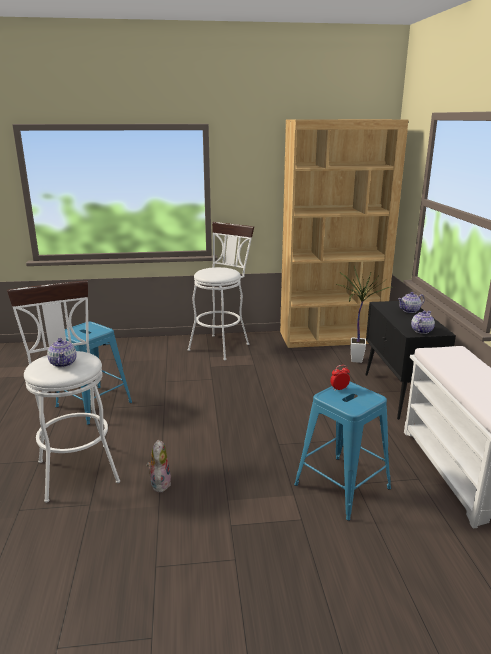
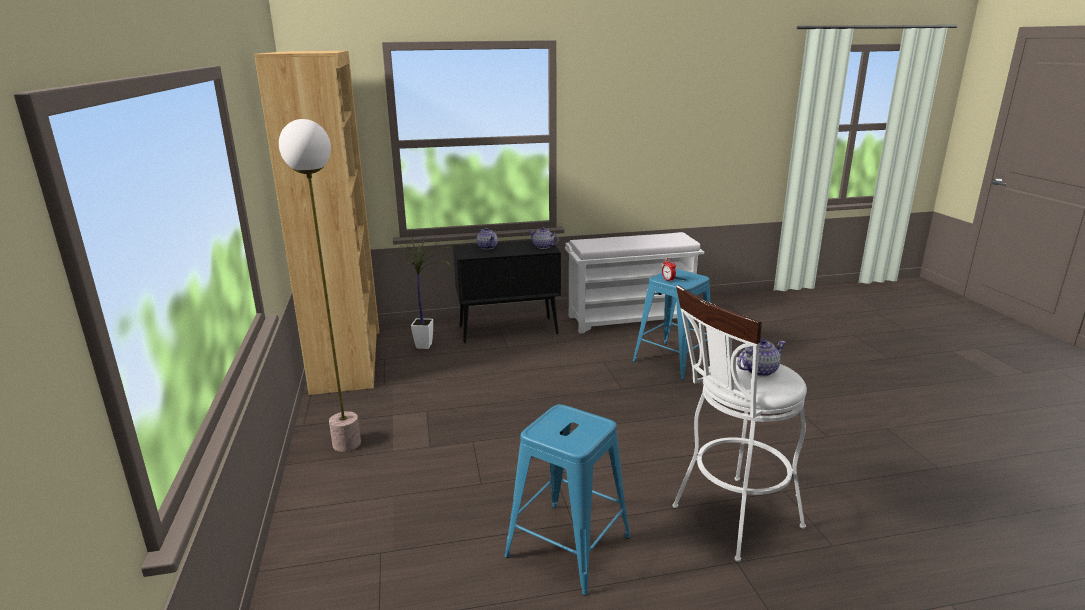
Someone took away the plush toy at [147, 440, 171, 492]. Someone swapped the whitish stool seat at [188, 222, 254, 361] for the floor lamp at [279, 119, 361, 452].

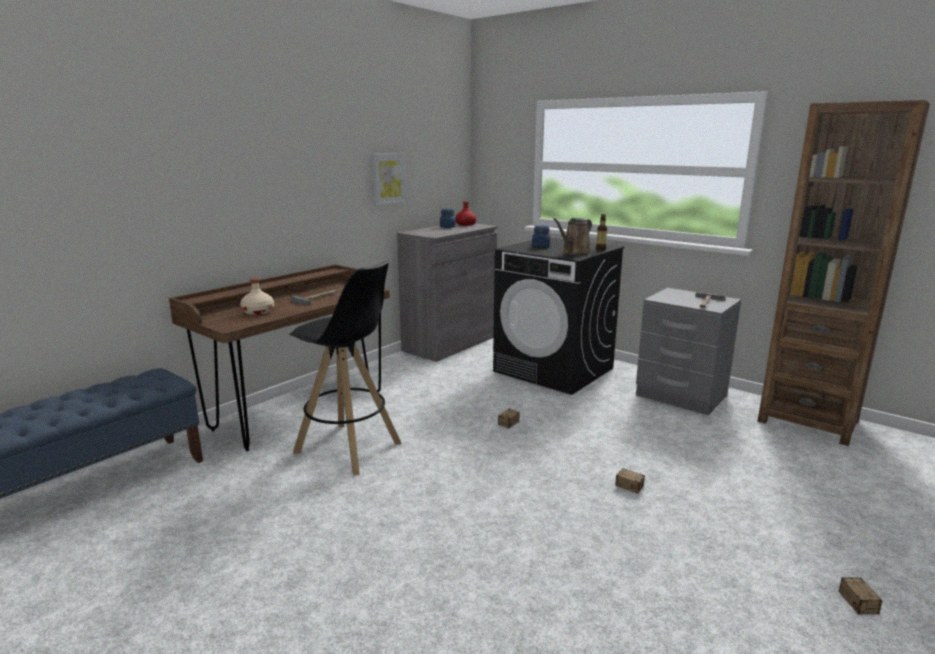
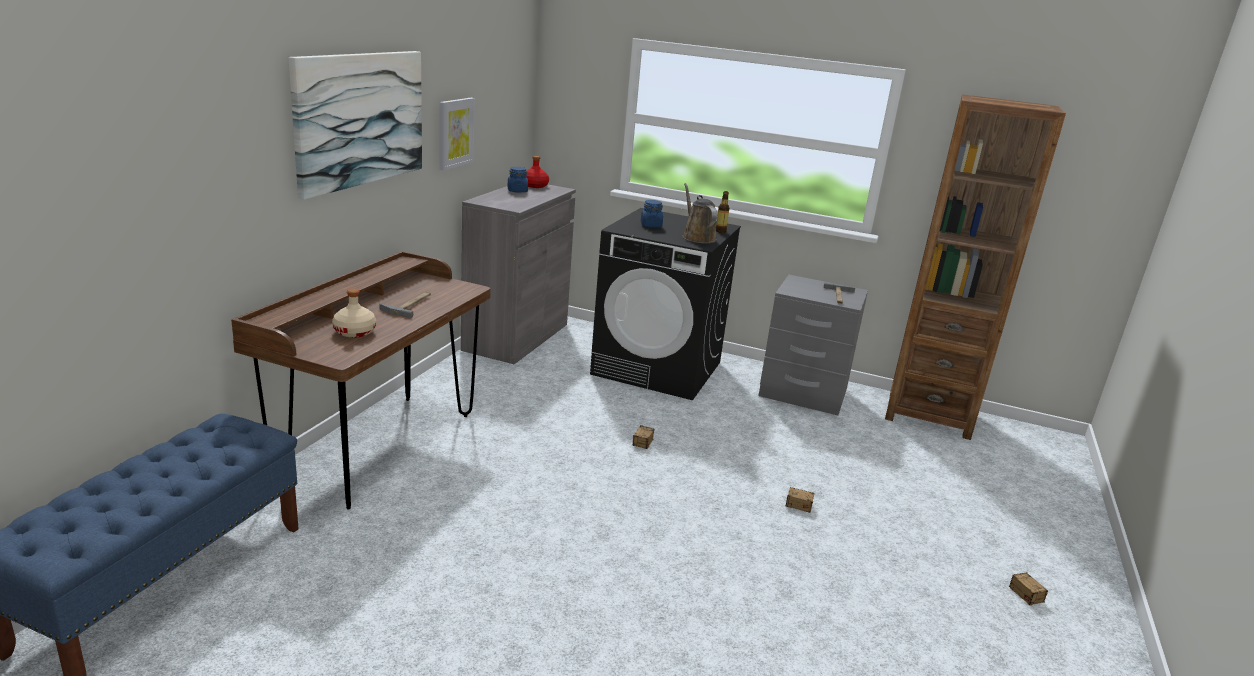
Someone took away the black stool seat at [289, 261, 402, 475]. Someone put up the wall art at [288, 51, 422, 200]. Someone rotated the brown sprinkling can at [553, 218, 592, 255] by 135 degrees clockwise.

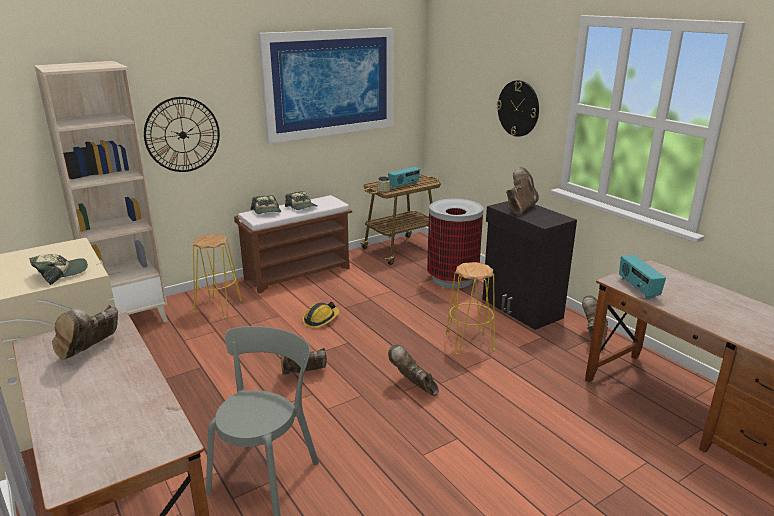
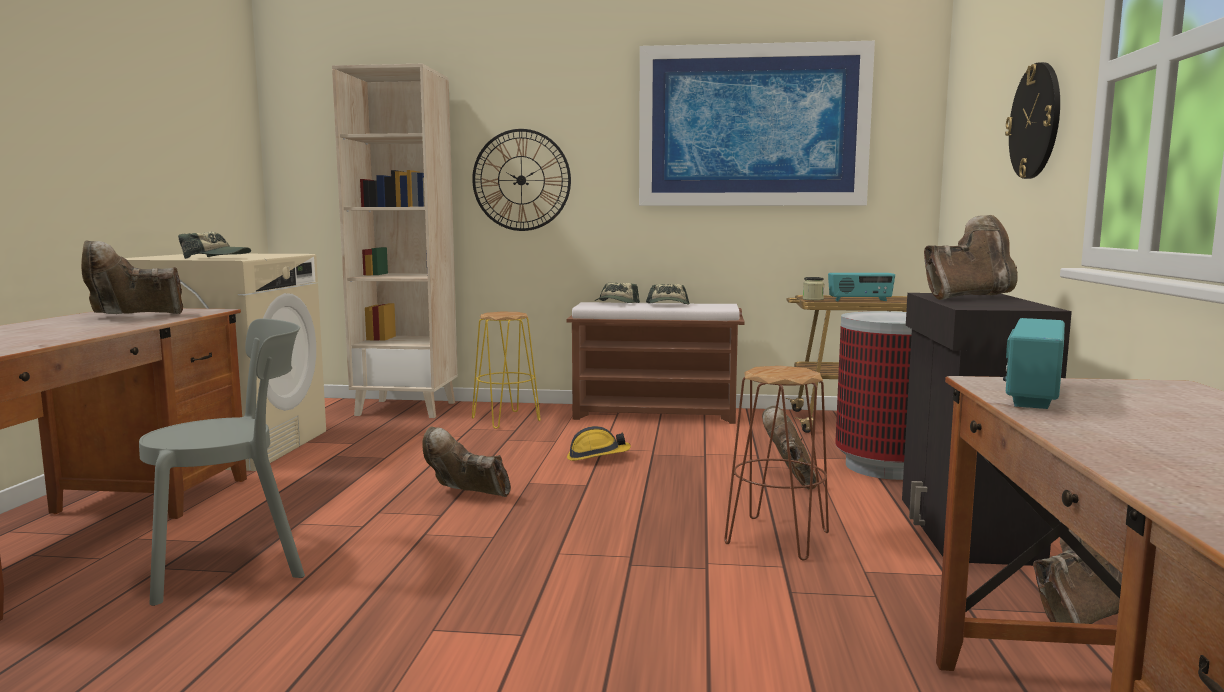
Someone carried the brown tall boot from [388, 344, 439, 396] to [762, 406, 817, 490]. Someone repainted the yellow stool seat at [446, 262, 495, 354], which became the brown stool seat at [724, 366, 829, 560].

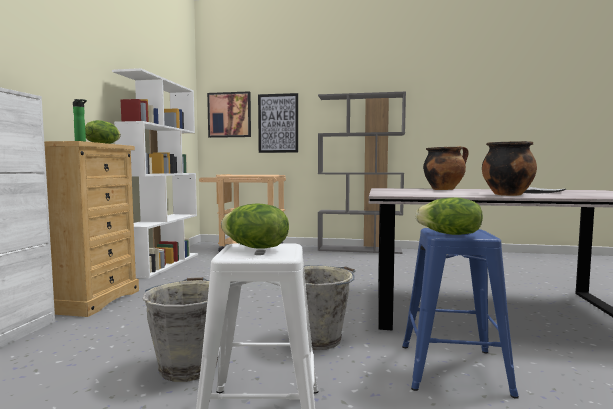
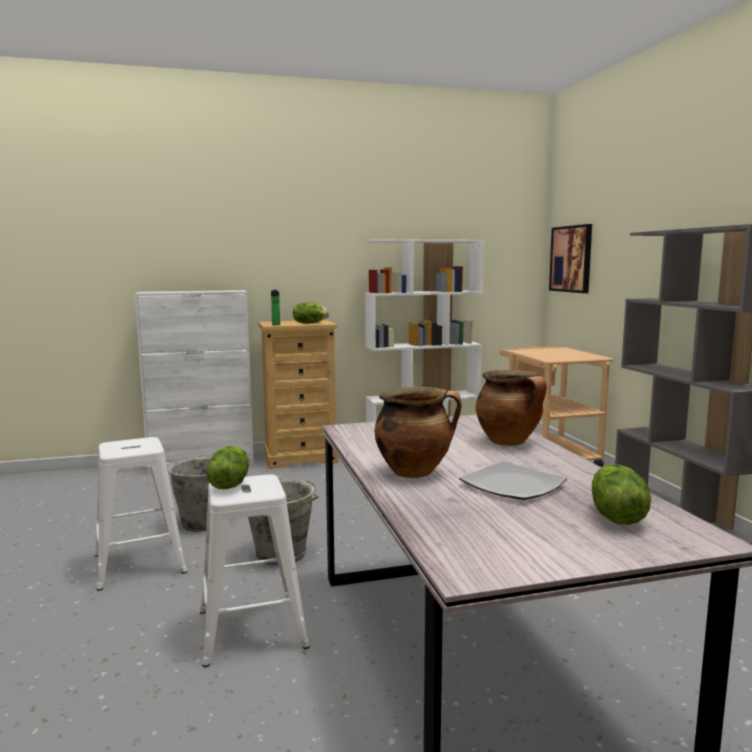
Someone took away the wall art at [258, 93, 298, 153]. Someone carried the lettuce from [221, 203, 289, 249] to [592, 464, 651, 525]. Someone repainted the blue stool seat at [402, 228, 519, 399], which became the whitish stool seat at [200, 474, 310, 667].

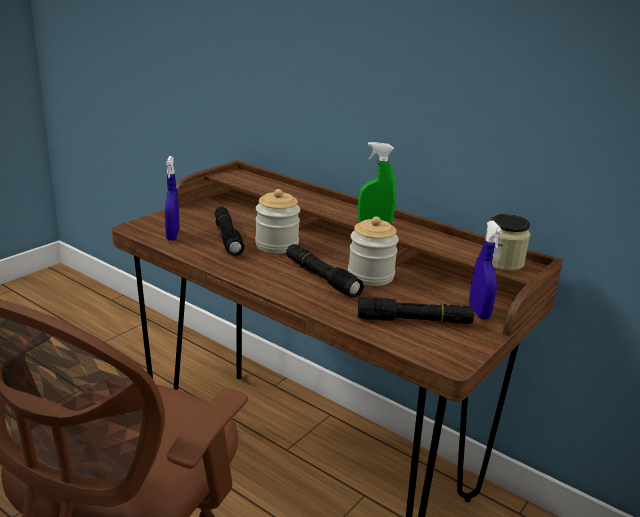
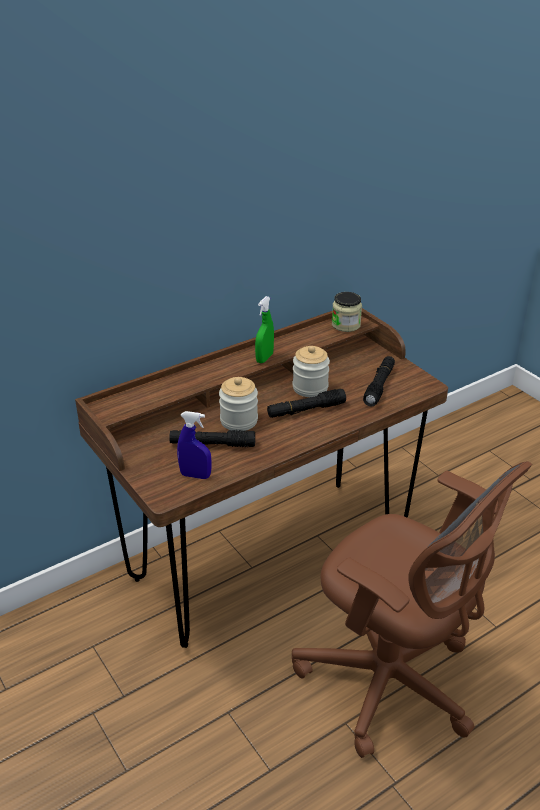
Someone took away the blue spray bottle at [469, 221, 503, 320].

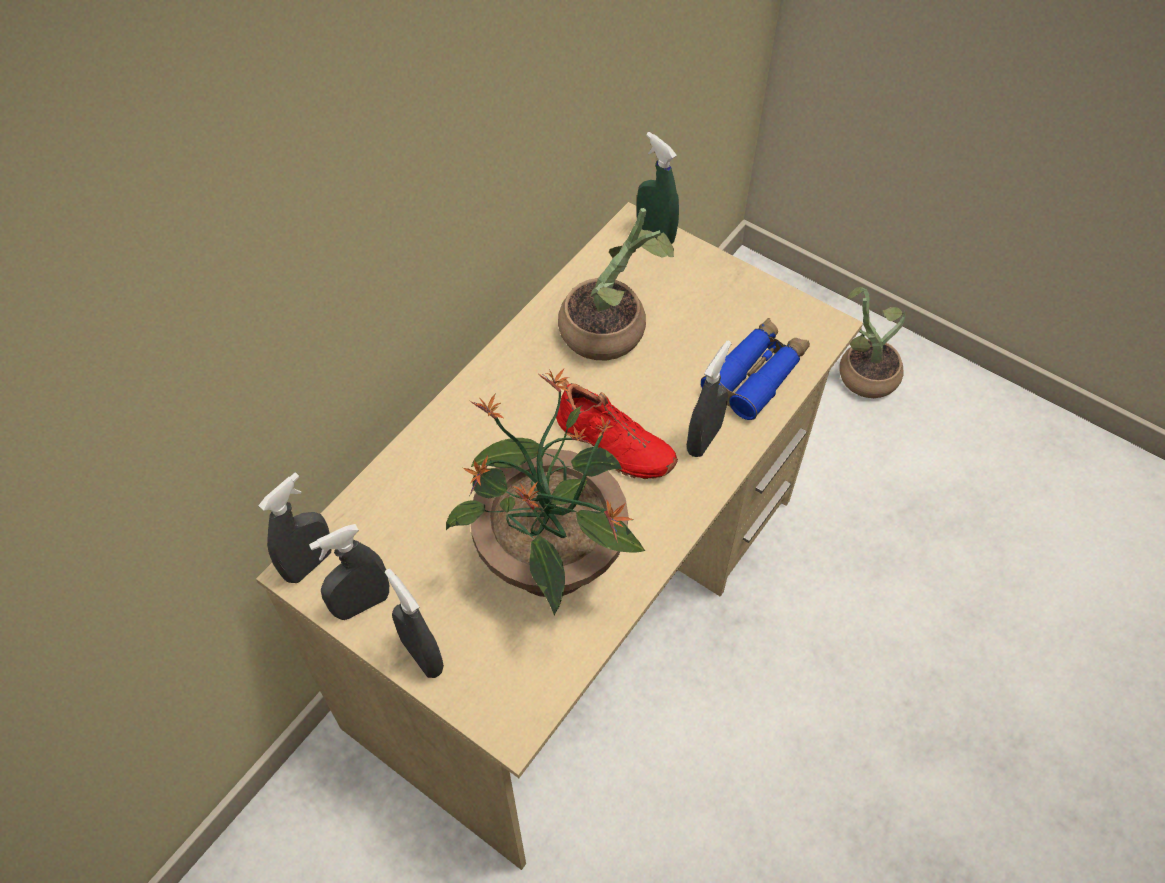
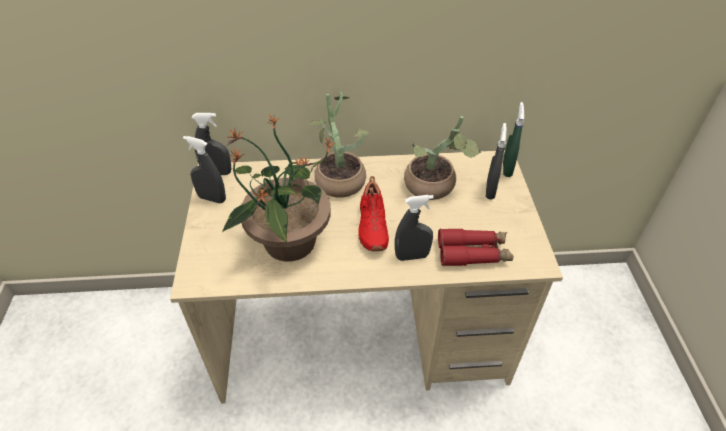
Someone carried the greyish spray bottle from [385, 569, 444, 678] to [485, 123, 507, 200]. Someone carried the plant in a pot from [840, 287, 906, 398] to [309, 92, 369, 198]. Someone repainted the blue pair of binoculars at [701, 318, 810, 420], which became the red-coloured pair of binoculars at [438, 228, 513, 267].

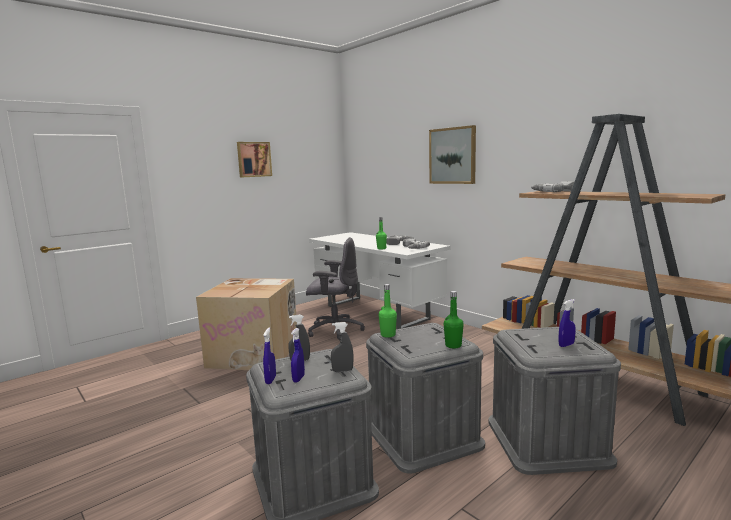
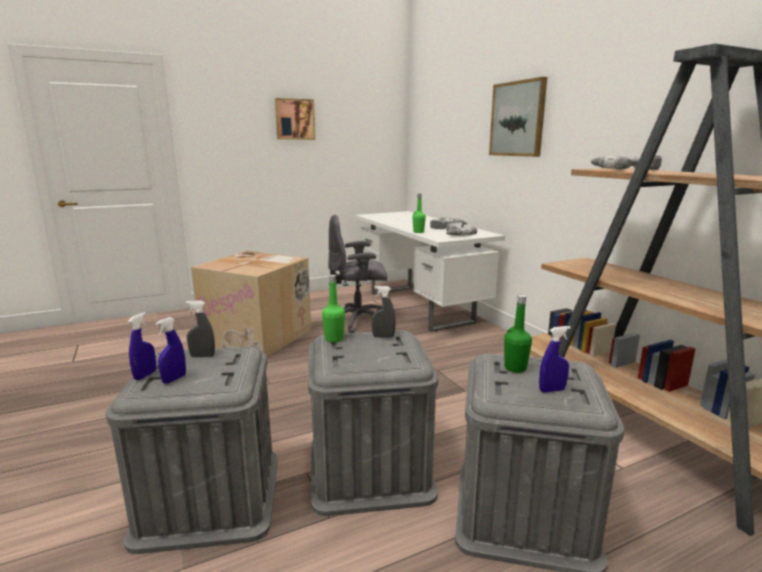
Someone carried the greyish spray bottle from [331, 322, 354, 372] to [372, 286, 396, 338]. Someone carried the green-coloured drink bottle from [444, 291, 463, 349] to [504, 295, 532, 373]. Someone rotated the greyish computer chair at [306, 237, 365, 341] by 150 degrees clockwise.

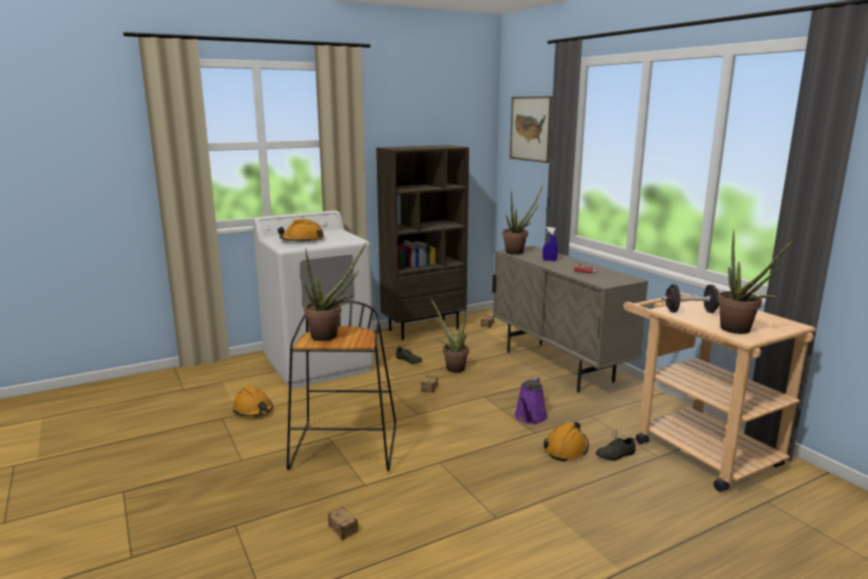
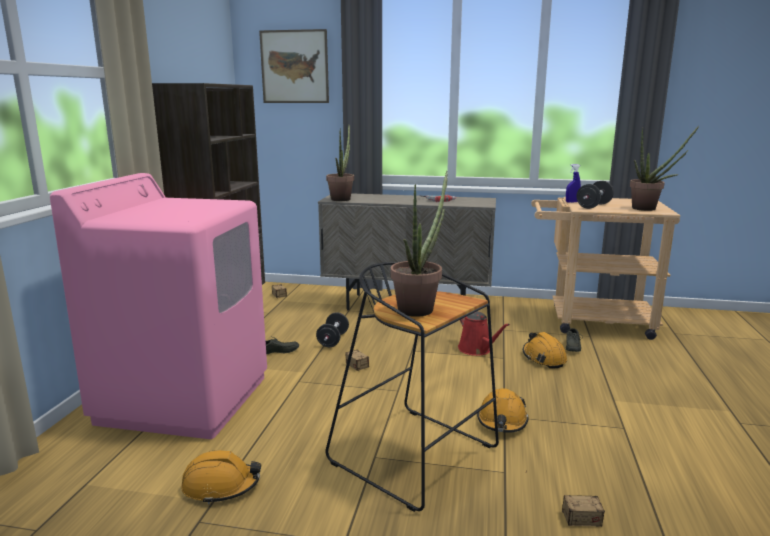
Someone carried the orange-coloured hard hat from [277, 219, 324, 242] to [477, 388, 529, 433]. Someone carried the blue spray bottle from [543, 227, 558, 261] to [566, 164, 581, 203]. Someone swapped the plant in a pot at [431, 299, 469, 373] for the black hand weight at [316, 312, 349, 347]. Someone repainted the whitish laundry appliance at [253, 210, 374, 389], which became the pinkish laundry appliance at [50, 173, 267, 439]. Someone repainted the purple sprinkling can at [514, 377, 548, 424], which became the red-coloured sprinkling can at [458, 311, 510, 356].

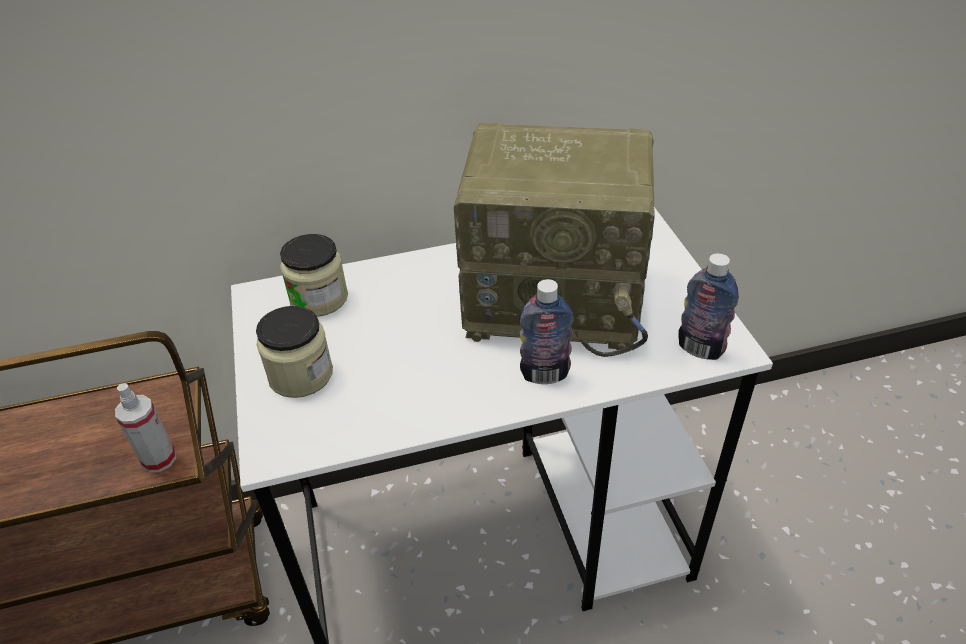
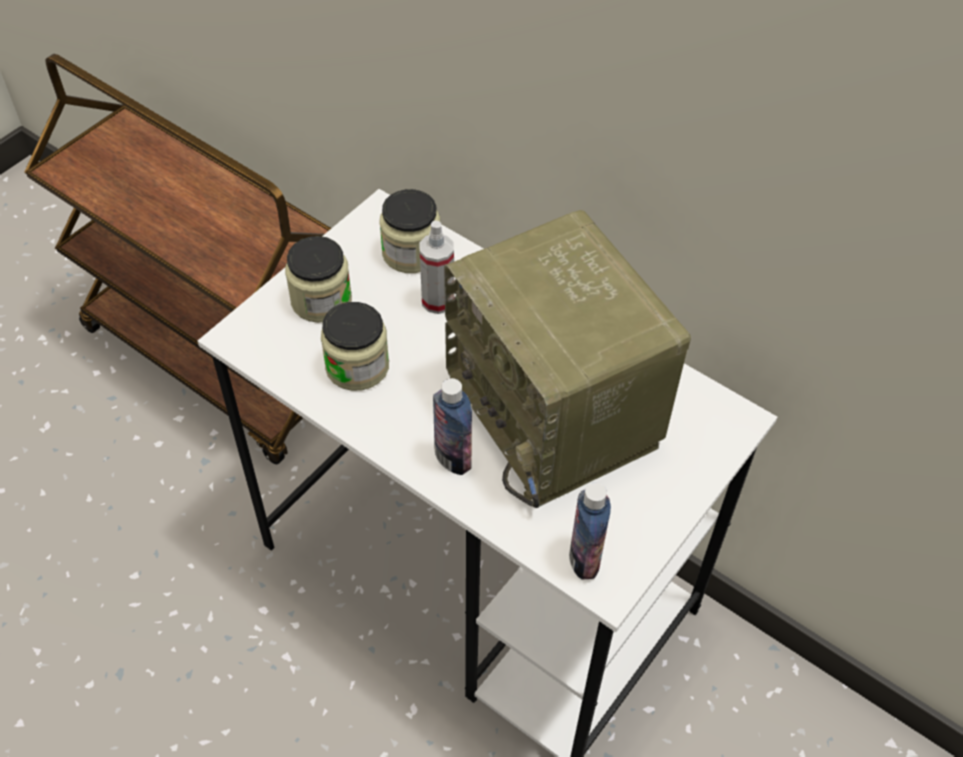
Someone put down the storage jar at [321, 302, 389, 391]. Someone carried the spray bottle from [115, 383, 176, 473] to [419, 220, 454, 314].

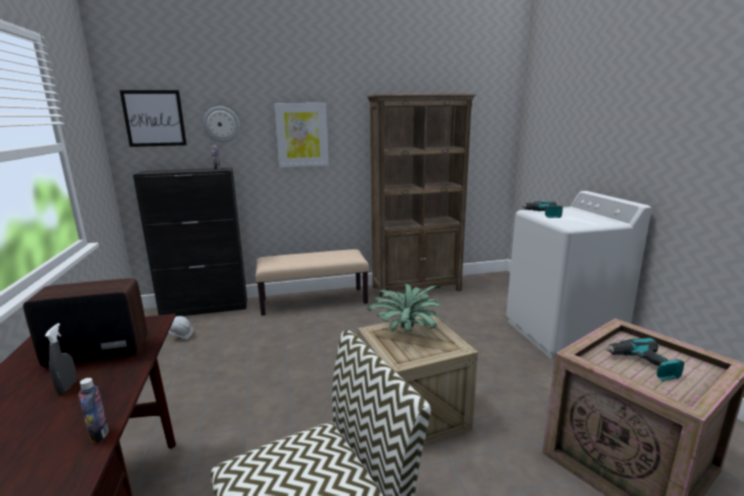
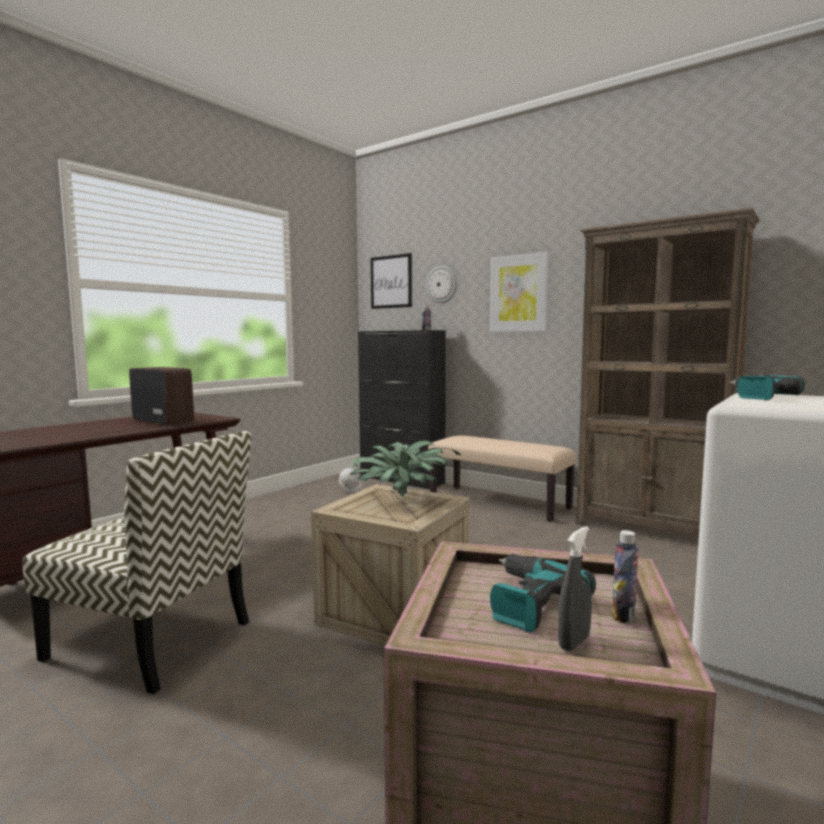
Someone carried the greyish spray bottle from [45, 323, 77, 394] to [558, 526, 592, 651]. Someone carried the drink bottle from [79, 378, 109, 443] to [612, 530, 638, 623].

